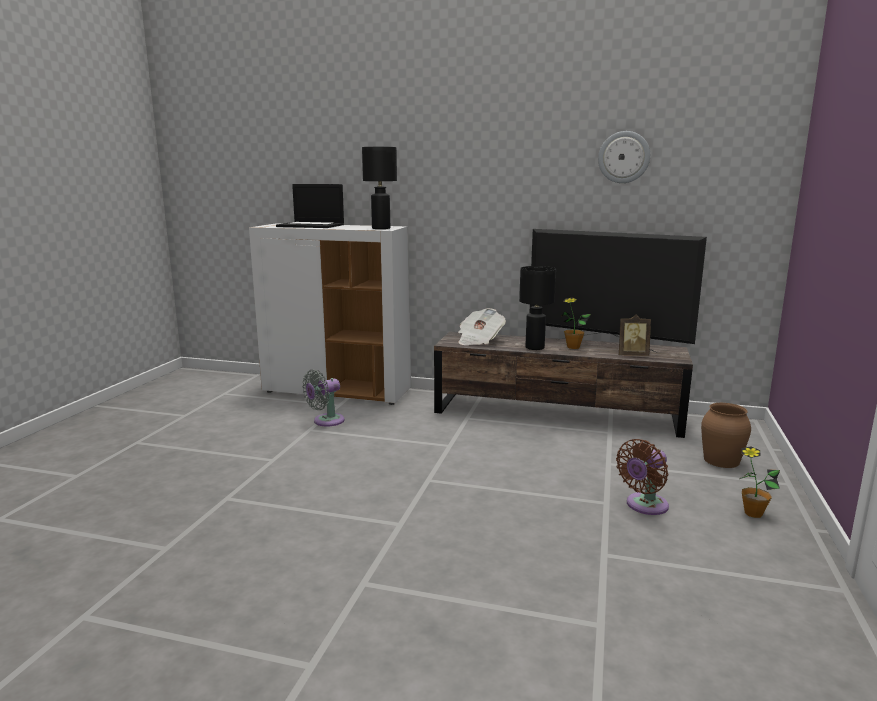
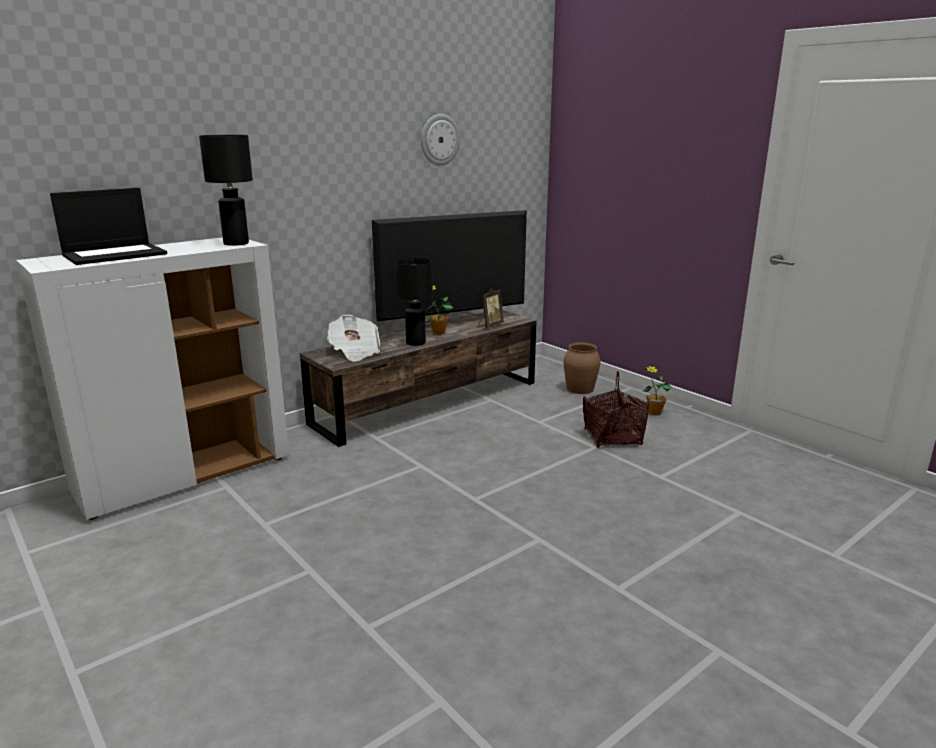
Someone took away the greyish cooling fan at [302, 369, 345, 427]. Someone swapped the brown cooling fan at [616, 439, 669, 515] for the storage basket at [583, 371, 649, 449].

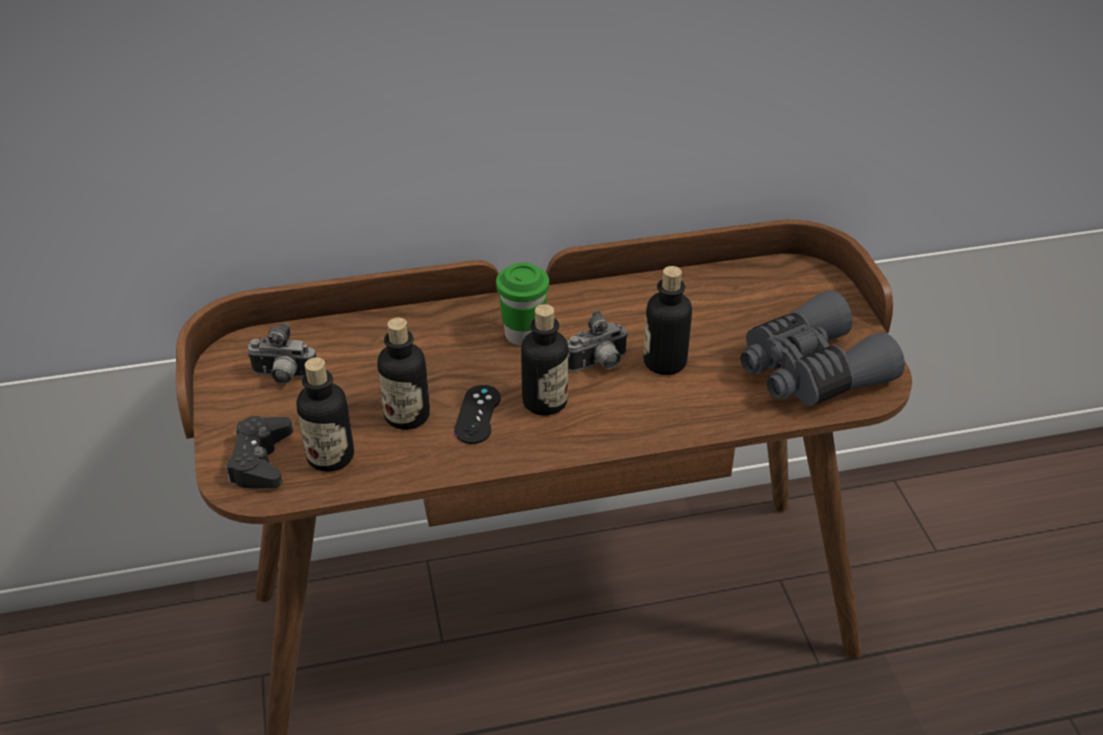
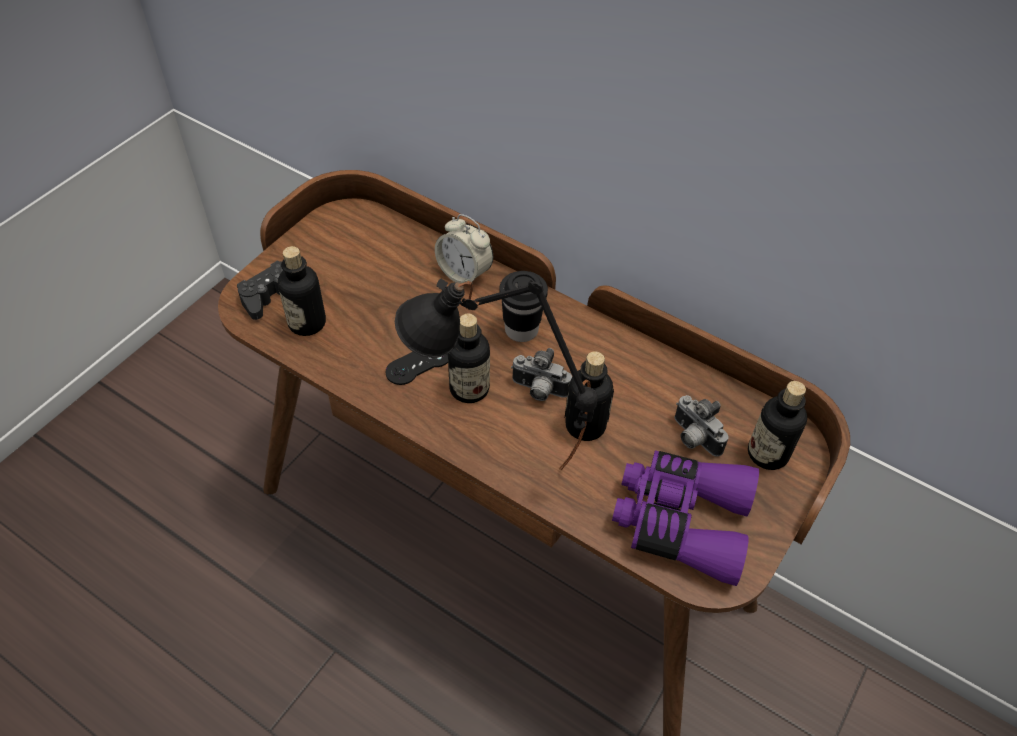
Someone put down the black tabletop lamp at [395, 279, 598, 470]. Someone put down the table clock at [435, 214, 493, 284]. Someone carried the still camera from [247, 323, 316, 384] to [675, 395, 729, 457]. Someone carried the drink bottle from [377, 318, 430, 430] to [748, 381, 807, 470]. Someone repainted the green-coloured drinking cup at [496, 263, 549, 346], which became the black drinking cup at [499, 271, 548, 342]. Someone repainted the greyish pair of binoculars at [740, 290, 905, 406], which became the purple pair of binoculars at [612, 450, 759, 586].

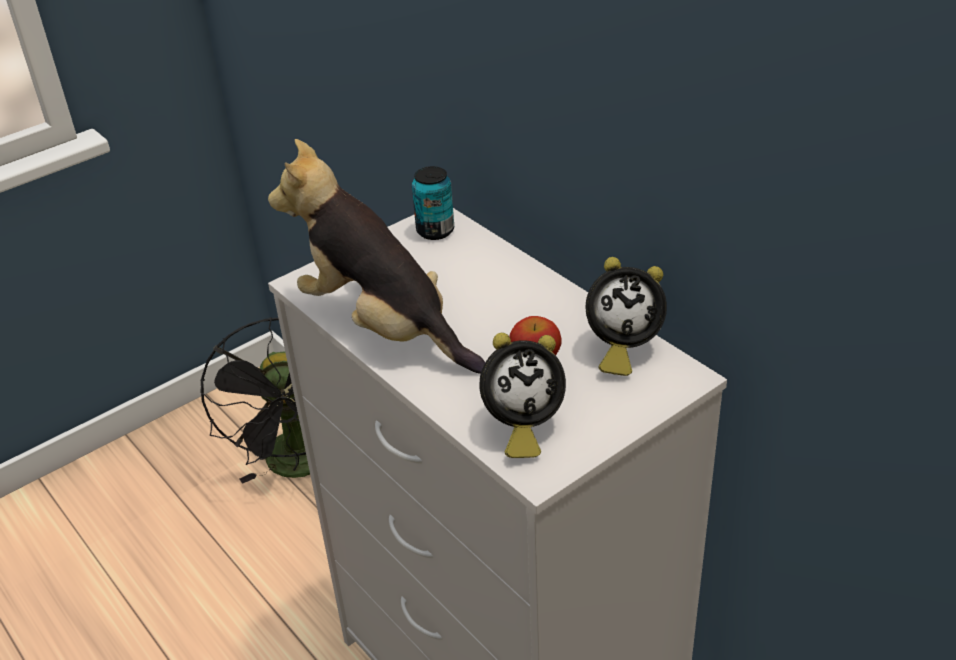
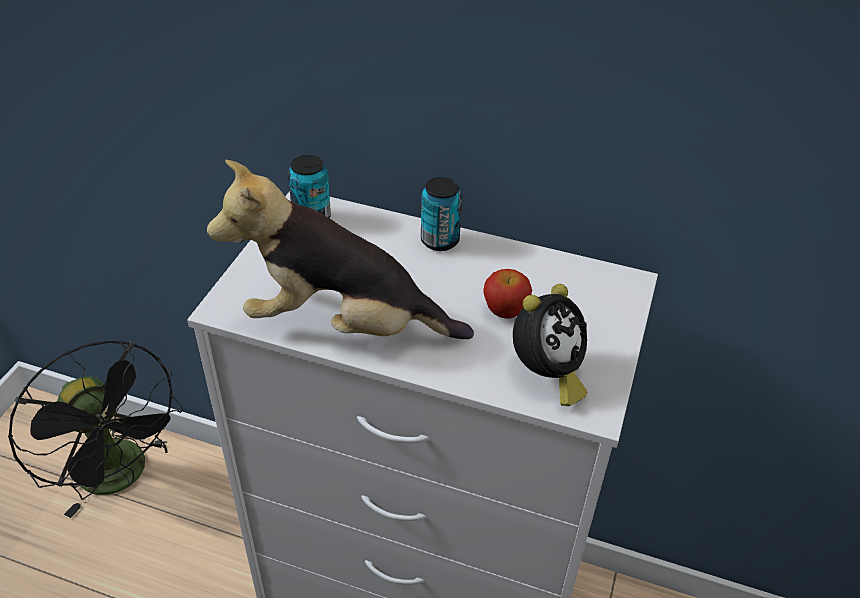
Someone took away the table clock at [586, 257, 667, 376]. Someone put down the can at [421, 177, 462, 251].

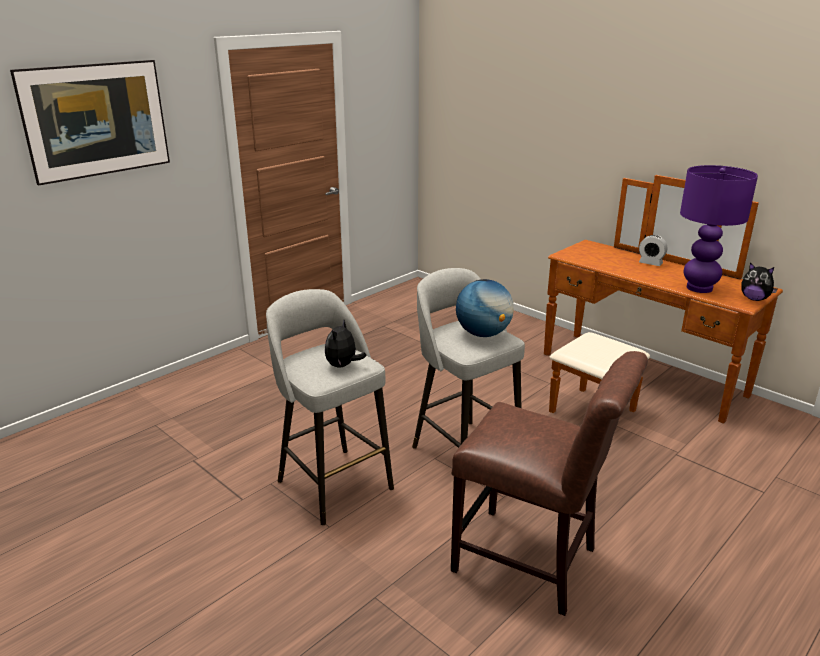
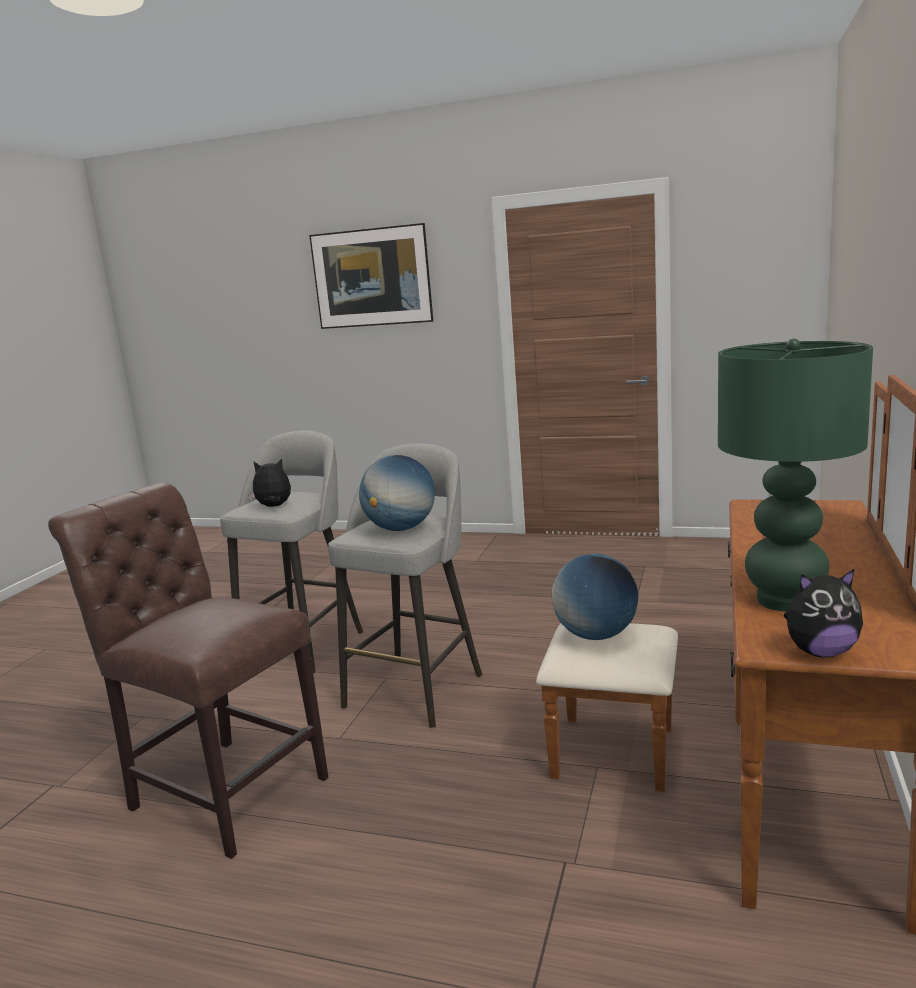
Someone took away the table clock at [639, 235, 667, 266]. Someone put down the world globe at [552, 554, 638, 640]. Someone repainted the purple tabletop lamp at [680, 165, 758, 293], which became the green-coloured tabletop lamp at [718, 339, 873, 612]. Someone rotated the brown upright chair at [451, 351, 648, 616] by 120 degrees clockwise. Someone rotated the plush toy at [741, 263, 778, 301] by 105 degrees counterclockwise.

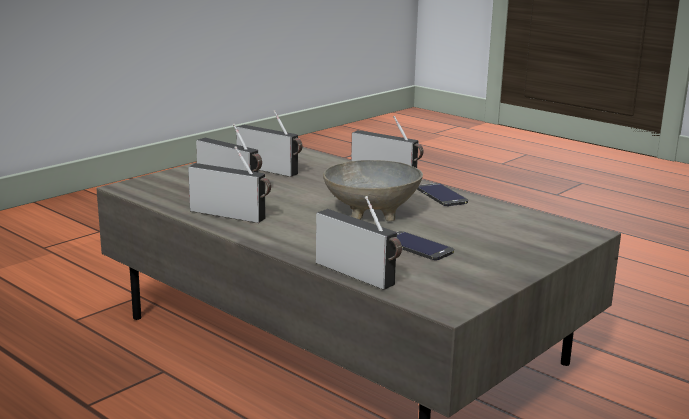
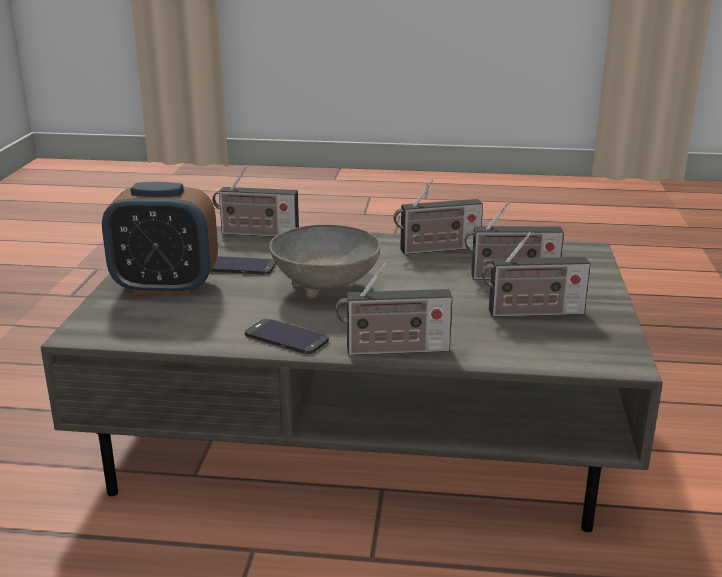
Someone put down the table clock at [102, 182, 218, 295].

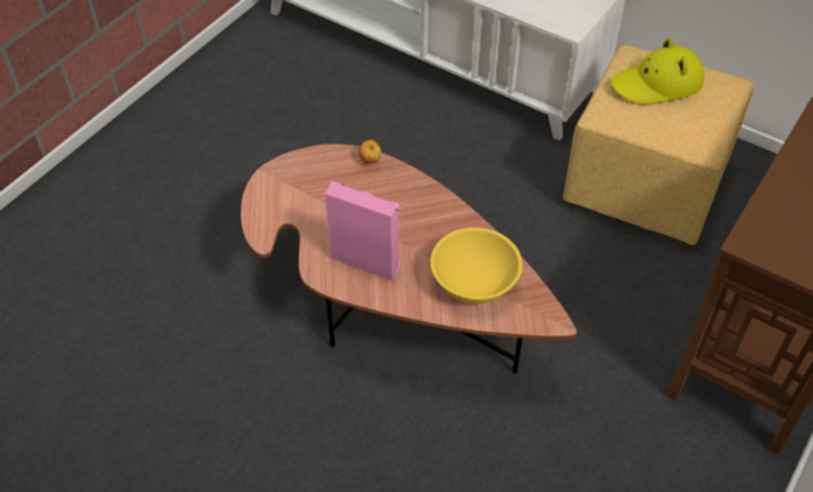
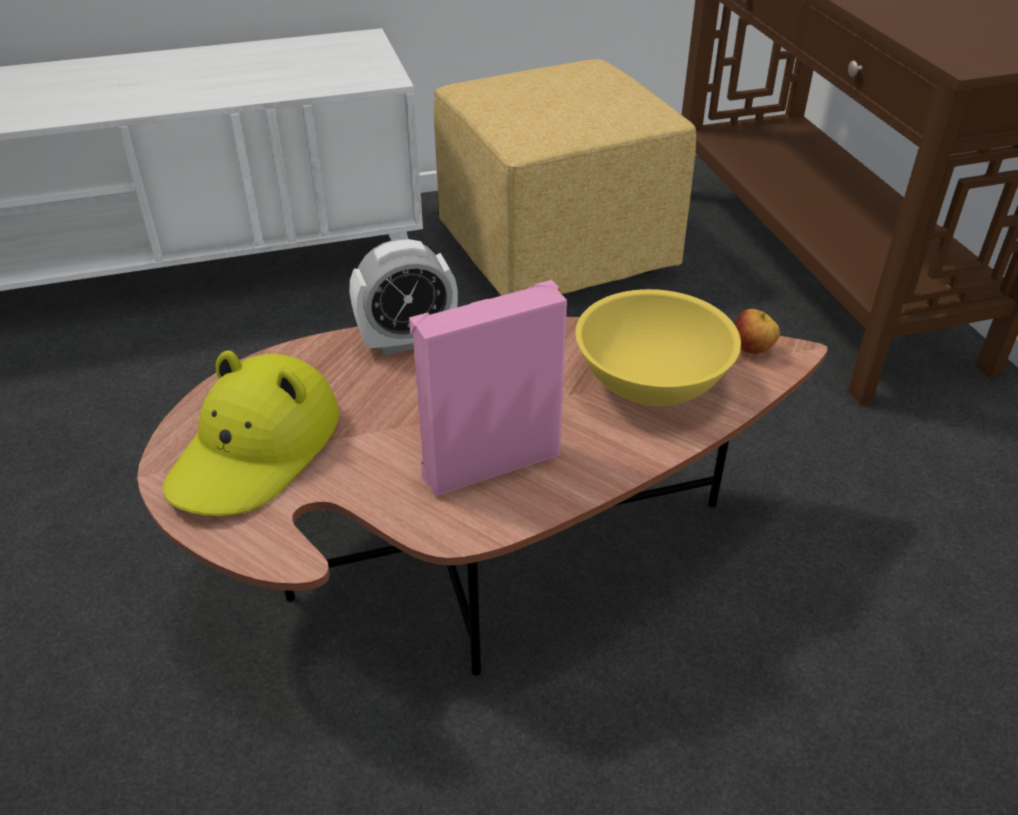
Someone put down the table clock at [349, 239, 458, 355]. Someone carried the apple from [359, 139, 381, 164] to [735, 309, 780, 354]. Someone carried the yellow hat from [611, 38, 704, 105] to [163, 350, 339, 516].

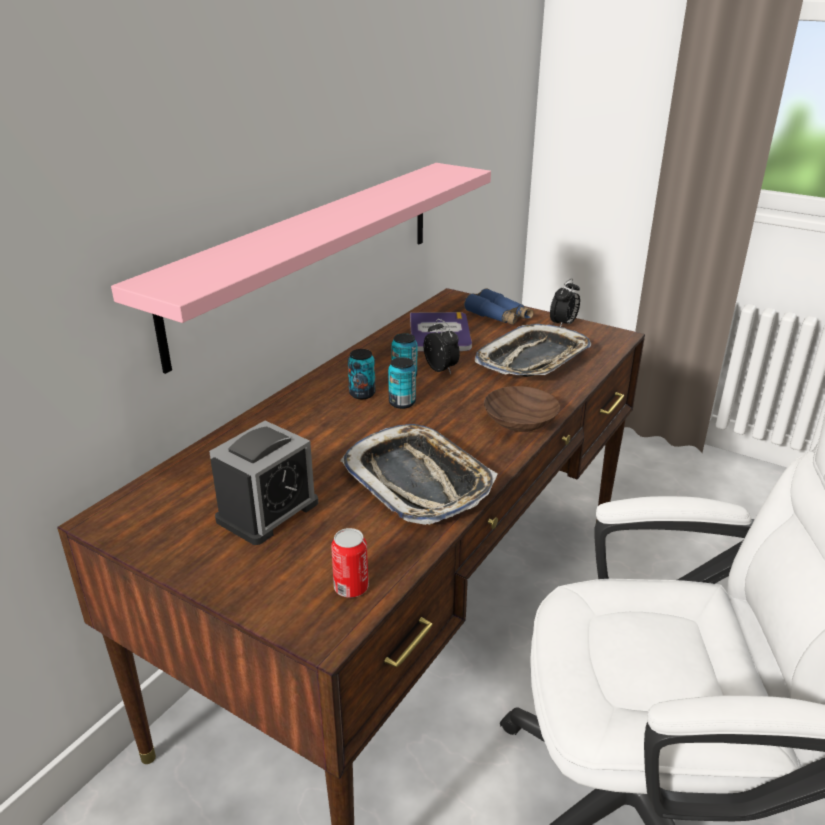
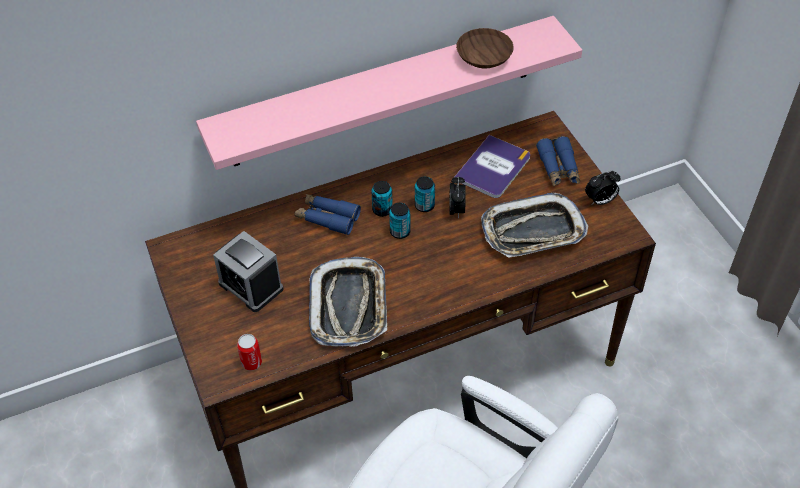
Someone put down the blue pair of binoculars at [295, 194, 361, 235]. Someone carried the brown bowl from [484, 386, 560, 432] to [456, 28, 514, 69]. Someone rotated the table clock at [209, 421, 318, 545] by 60 degrees clockwise.

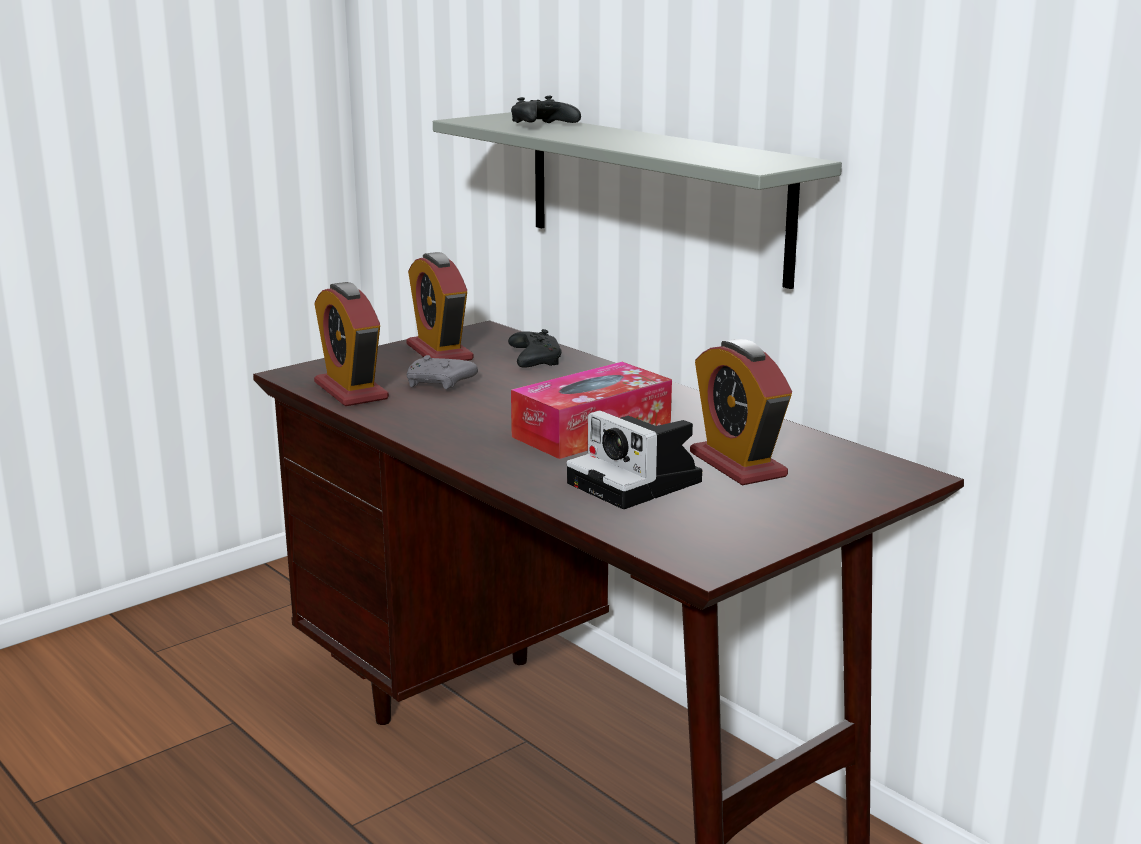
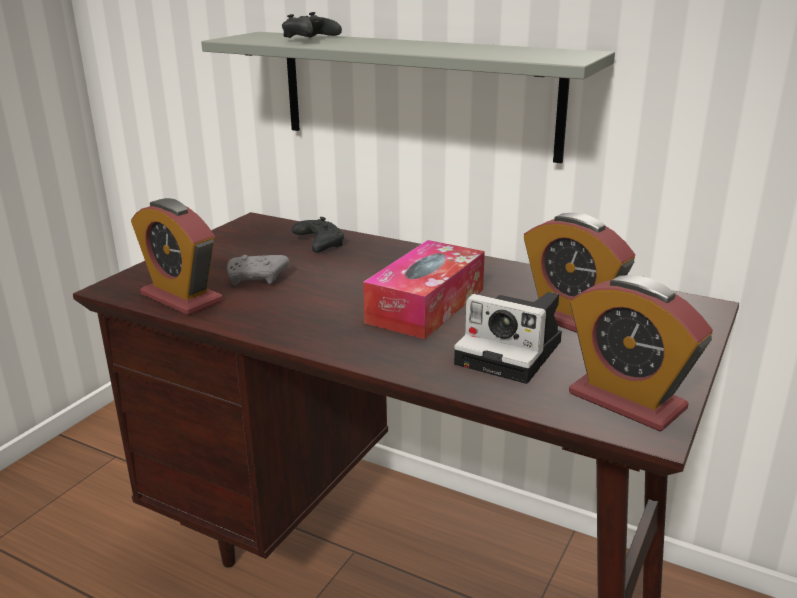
Someone carried the table clock from [407, 252, 474, 361] to [569, 275, 713, 431].

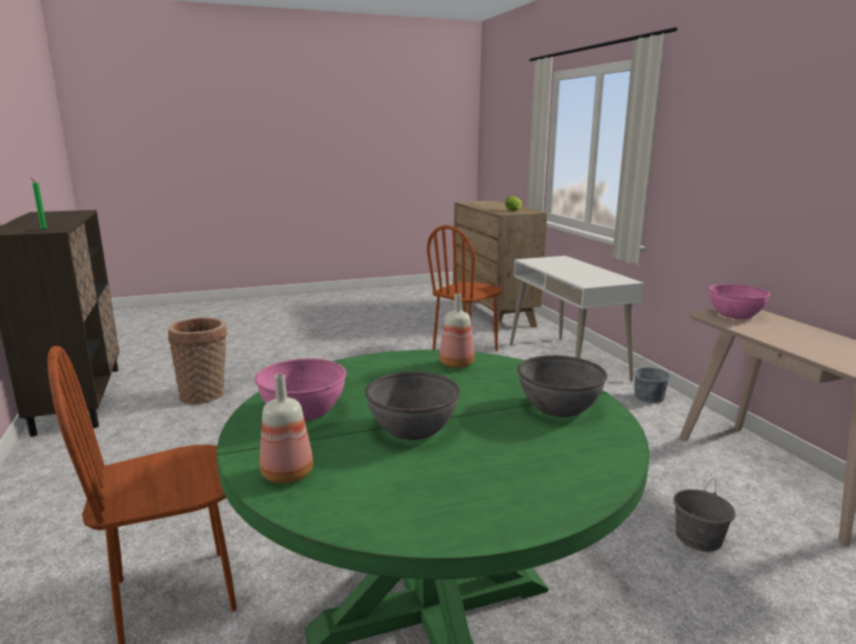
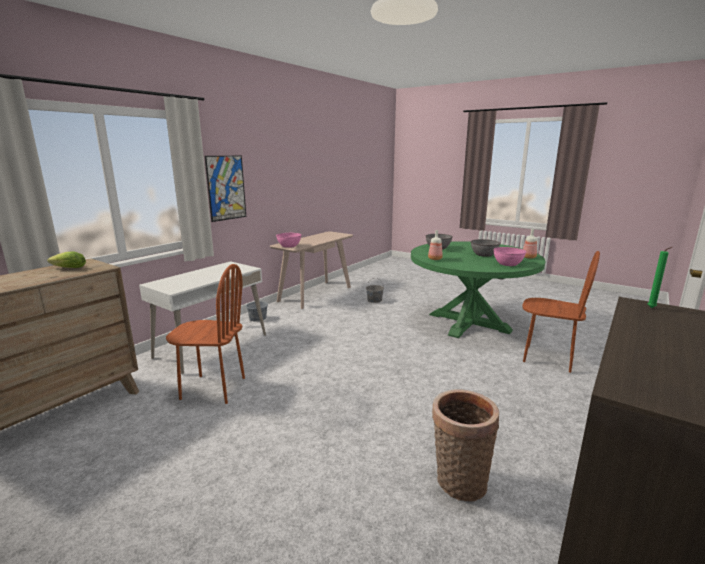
Someone put up the wall art at [205, 156, 246, 222].

